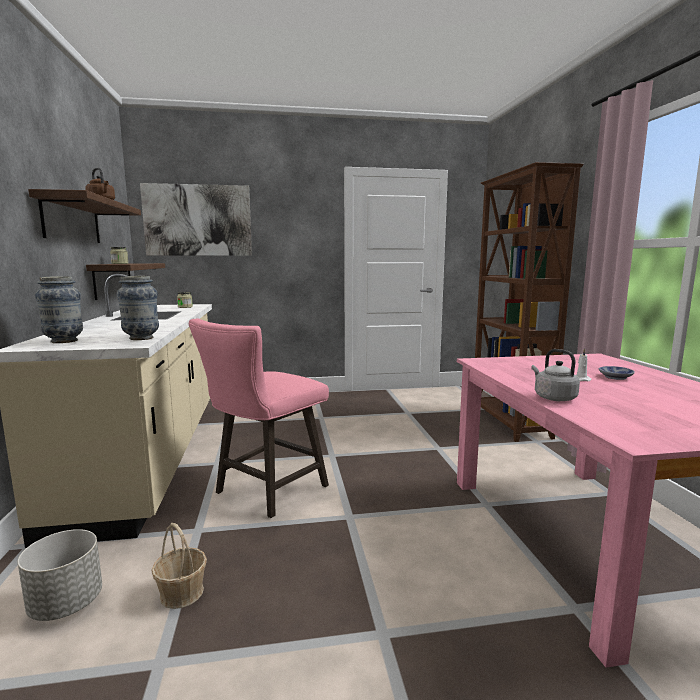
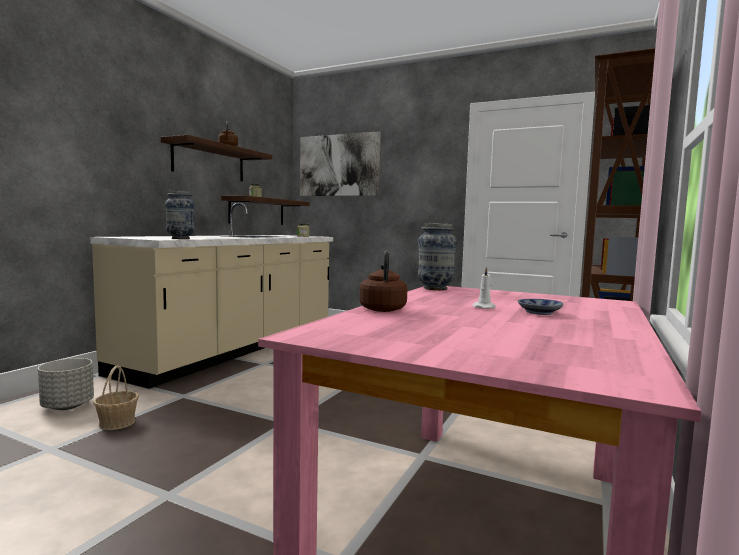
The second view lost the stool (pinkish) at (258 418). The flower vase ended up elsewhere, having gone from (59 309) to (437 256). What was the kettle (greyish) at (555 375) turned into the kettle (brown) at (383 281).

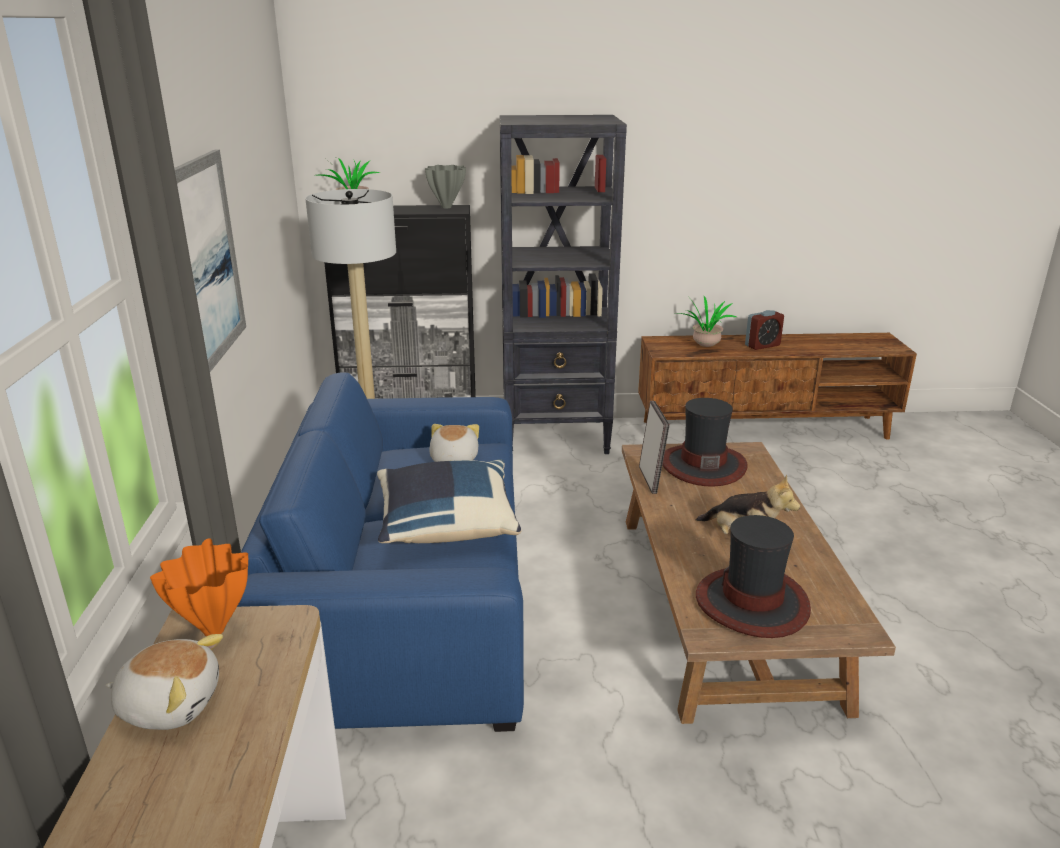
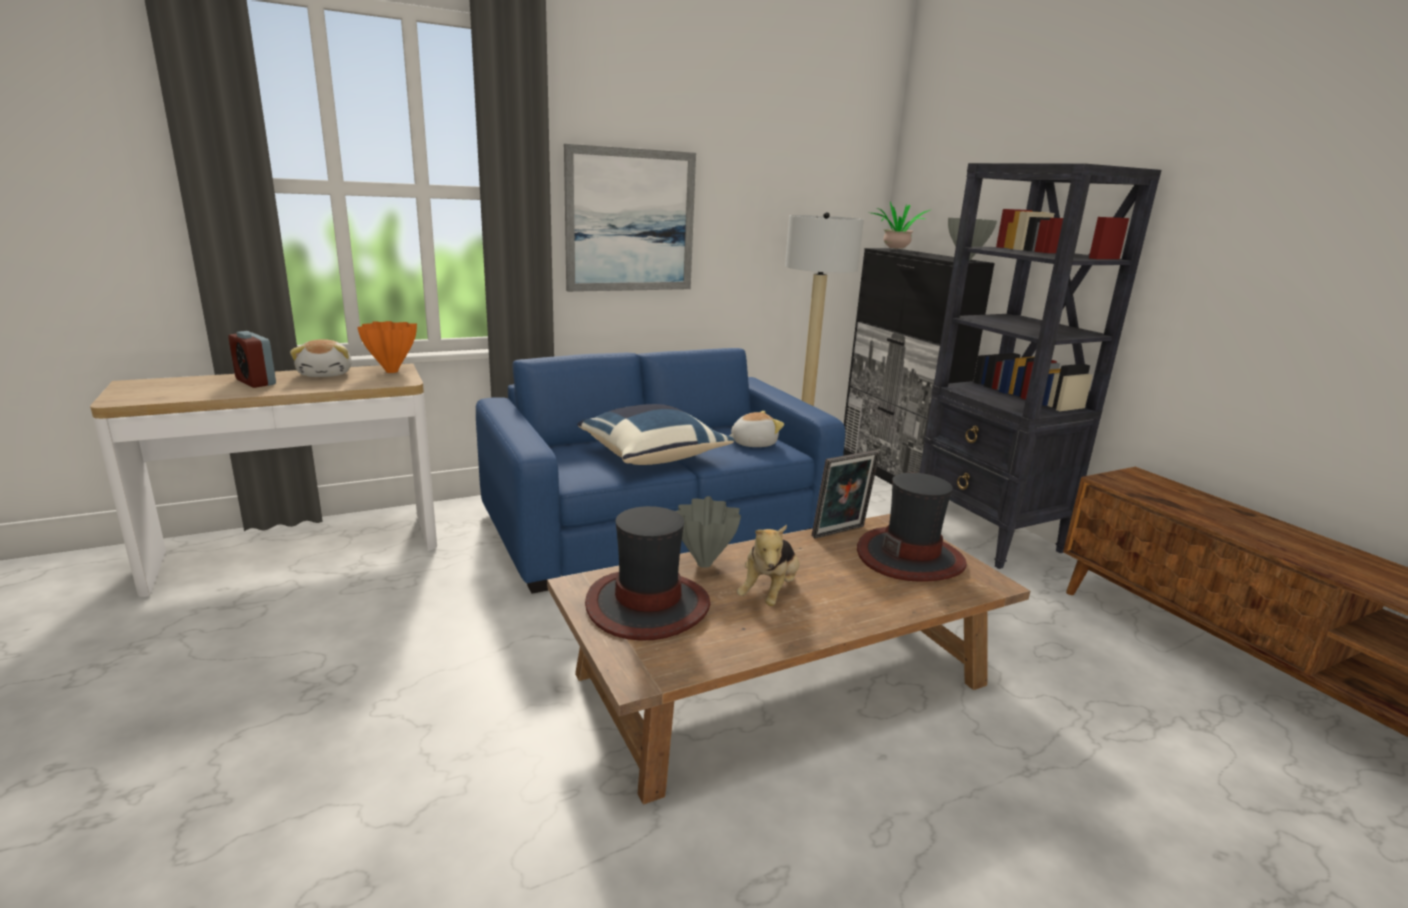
The second view lost the plant in a pot at (708 321). The second view gained the flower vase (greyish) at (708 532). The table clock ended up elsewhere, having gone from (764 330) to (252 359).

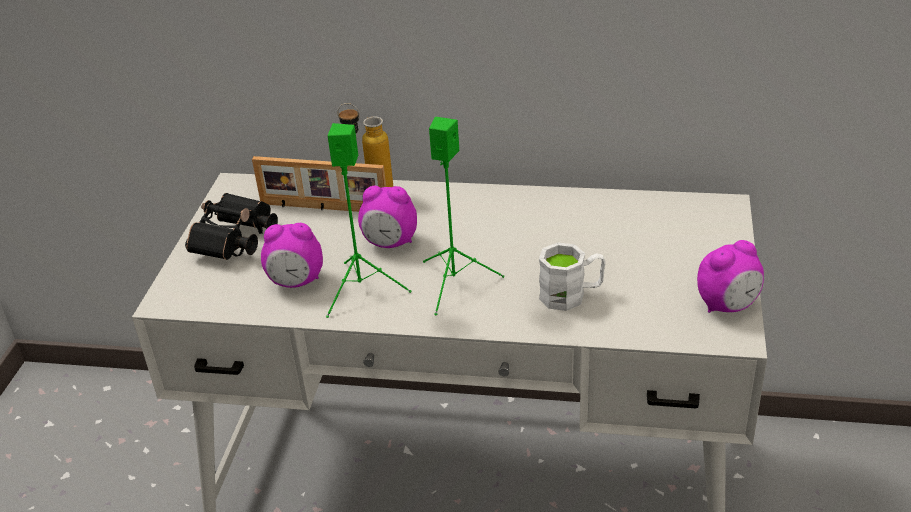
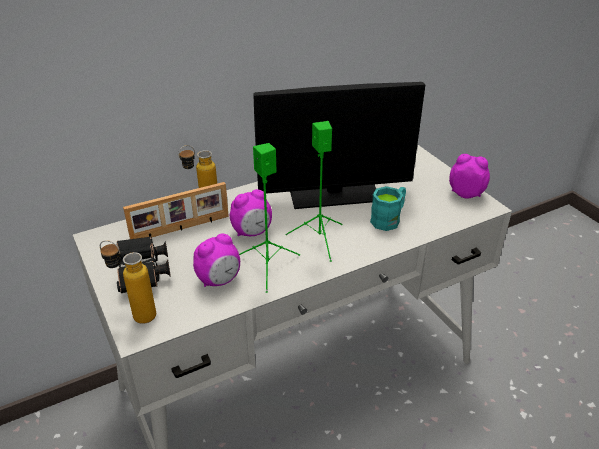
The second view gained the drink bottle at (128 282). The second view gained the computer display at (339 145). What was the tea mug (white) at (572 276) turned into the tea mug (turquoise-coloured) at (388 208). The table clock at (730 276) ended up facing another way, 90 degrees counterclockwise from before.

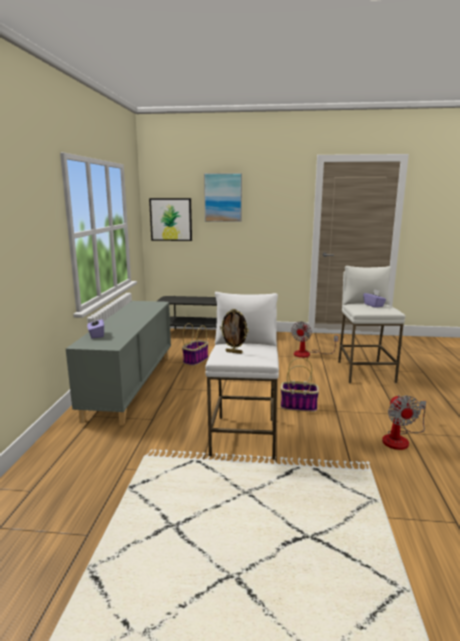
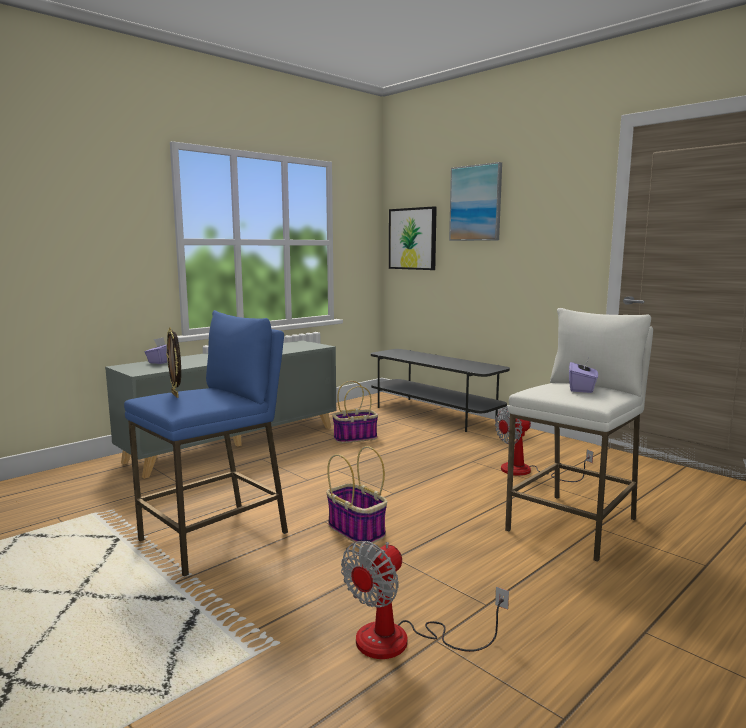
What was the stool (white) at (242 375) turned into the stool (blue-coloured) at (206 443).

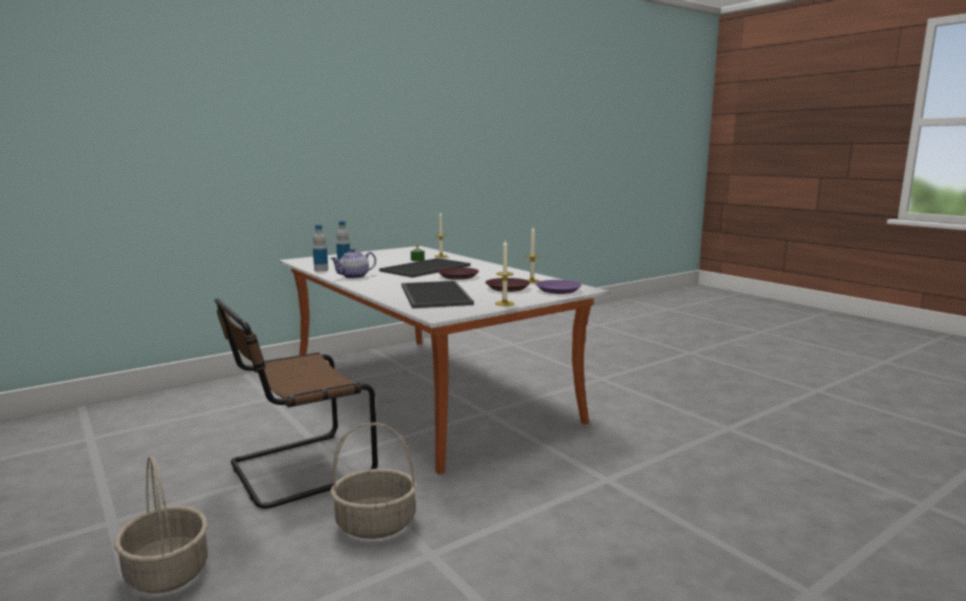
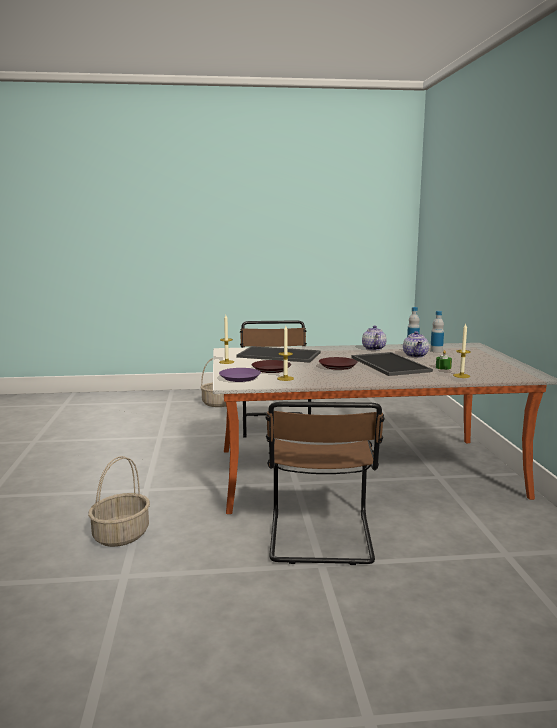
The second view gained the plain chair (brown) at (325 483). The second view gained the tea pot at (416 344). The household basket ended up elsewhere, having gone from (374 481) to (119 501).

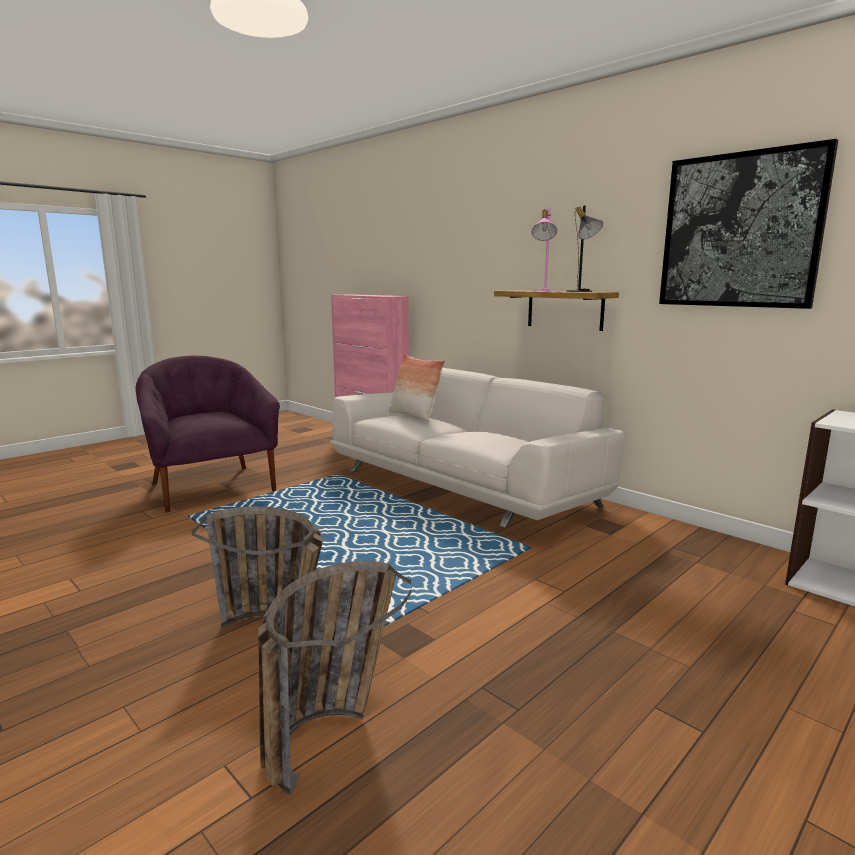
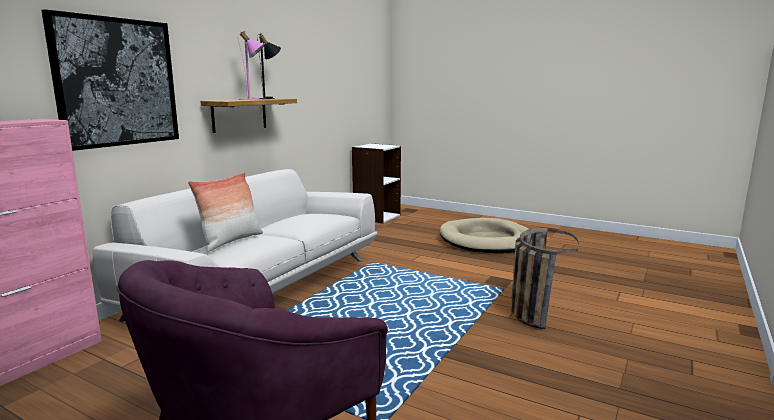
The second view lost the household basket at (334 678). The second view gained the dog bed (sand-coloured) at (484 235). The wall picture ended up elsewhere, having gone from (748 224) to (110 80).

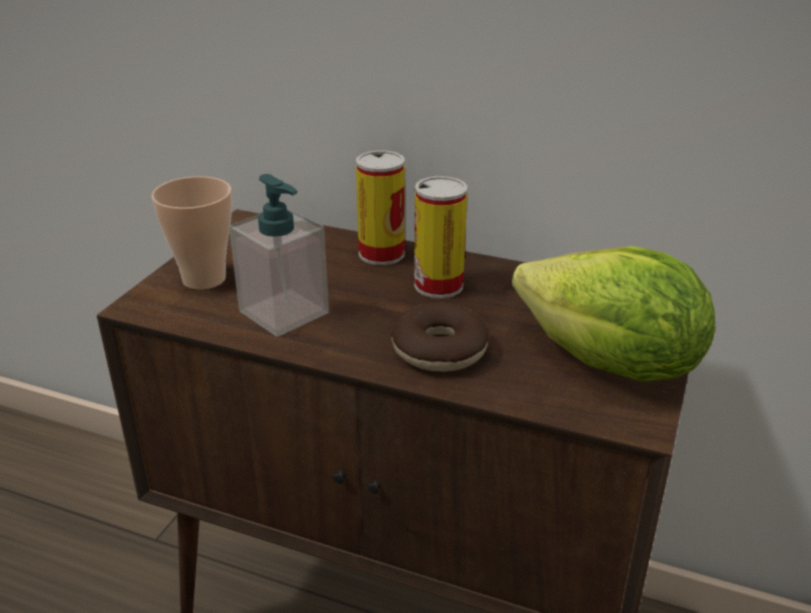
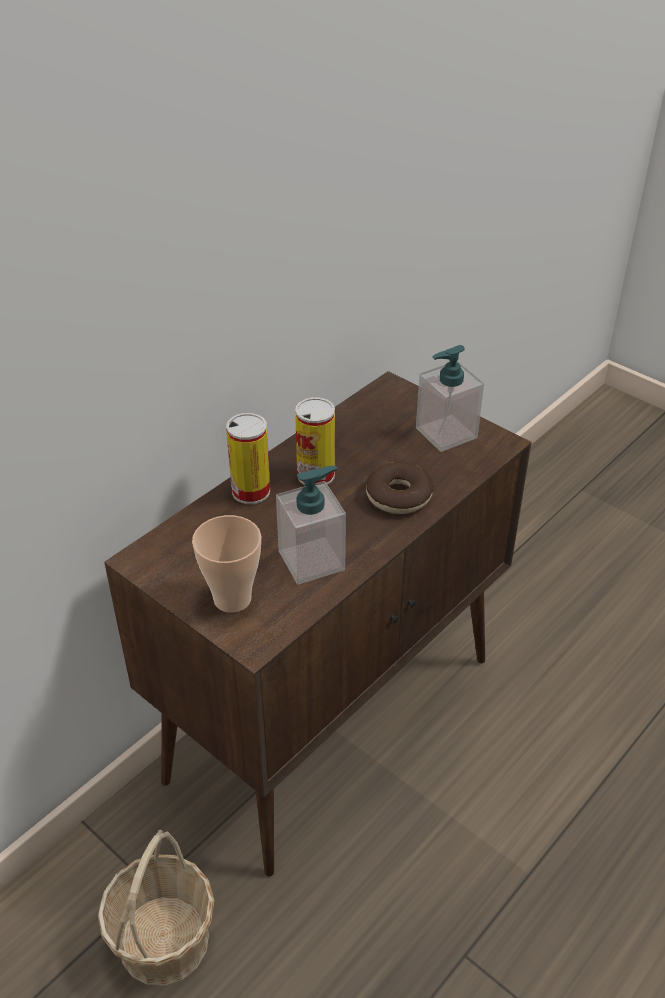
The second view gained the household basket at (156 908). Where the lettuce head stood at (613 314), the soap dispenser came to stand at (450 398).

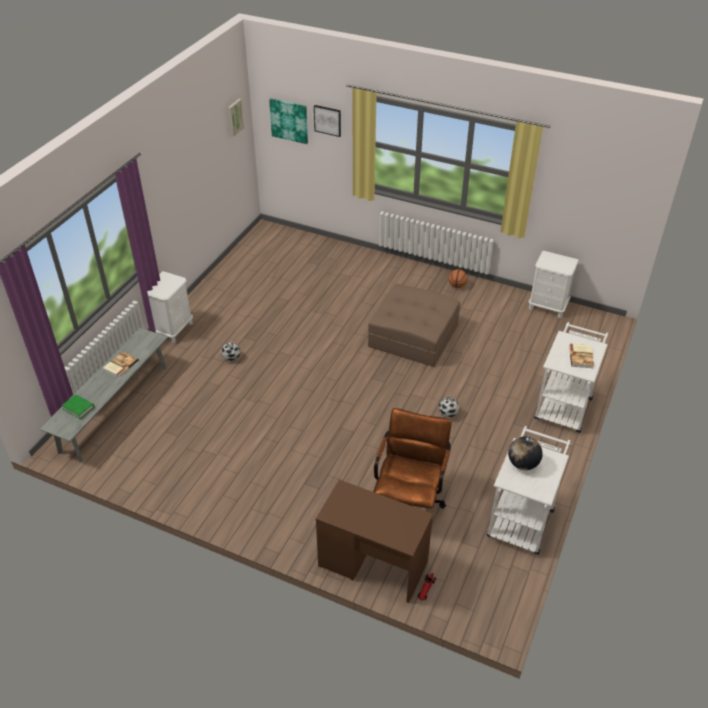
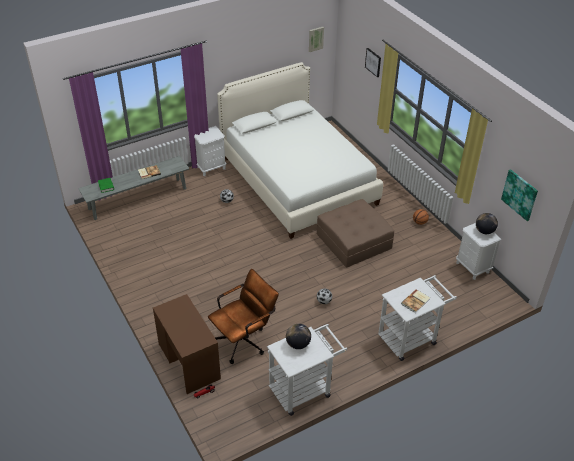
The second view gained the bed (white) at (300 150). The second view gained the globe at (487 223). The wall picture ended up elsewhere, having gone from (288 121) to (519 195).

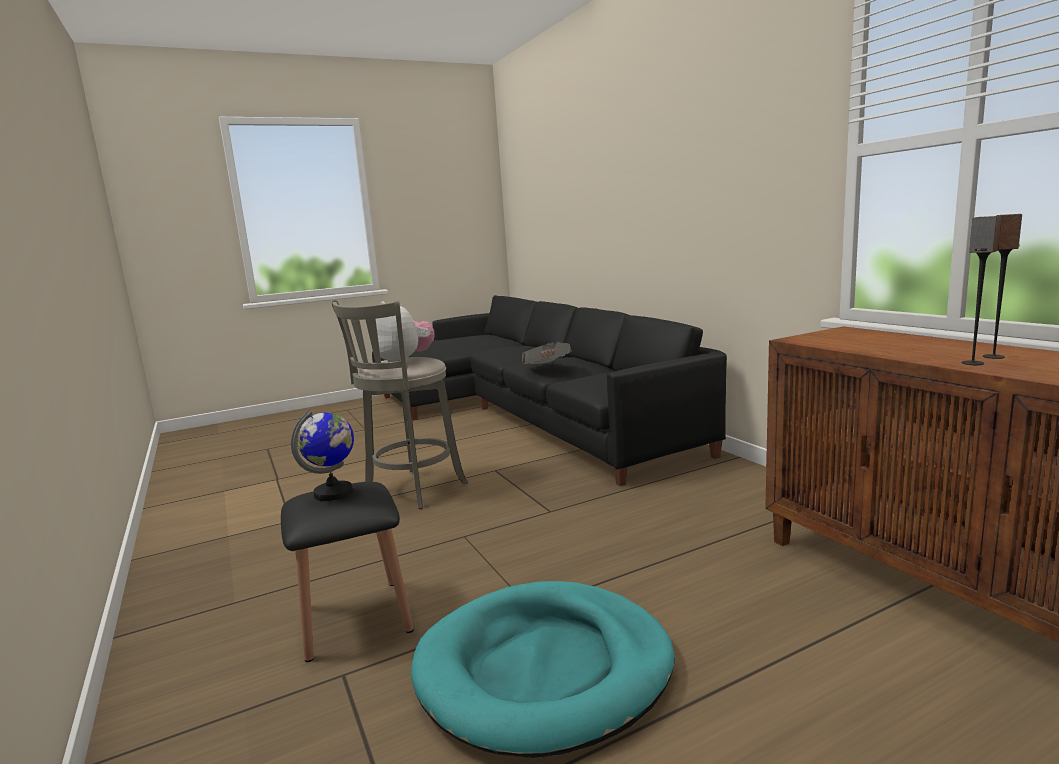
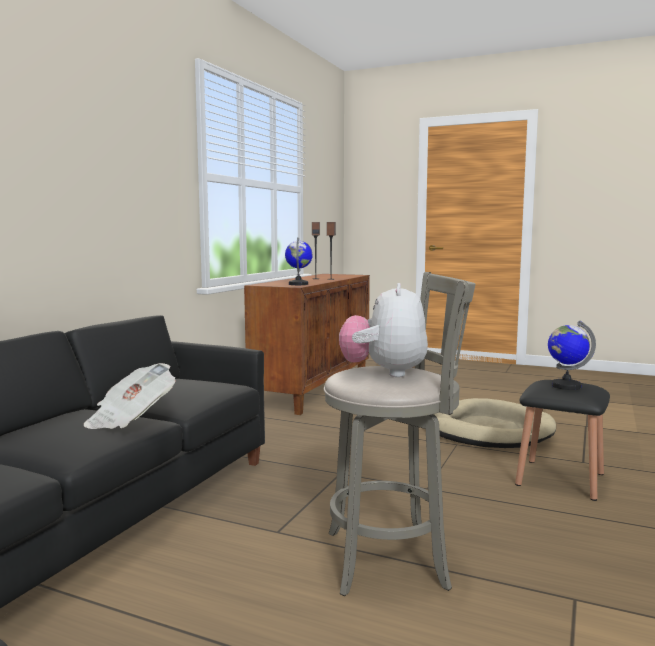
The second view gained the globe at (299 261). What was the dog bed (turquoise-coloured) at (543 669) turned into the dog bed (sand-coloured) at (495 423).

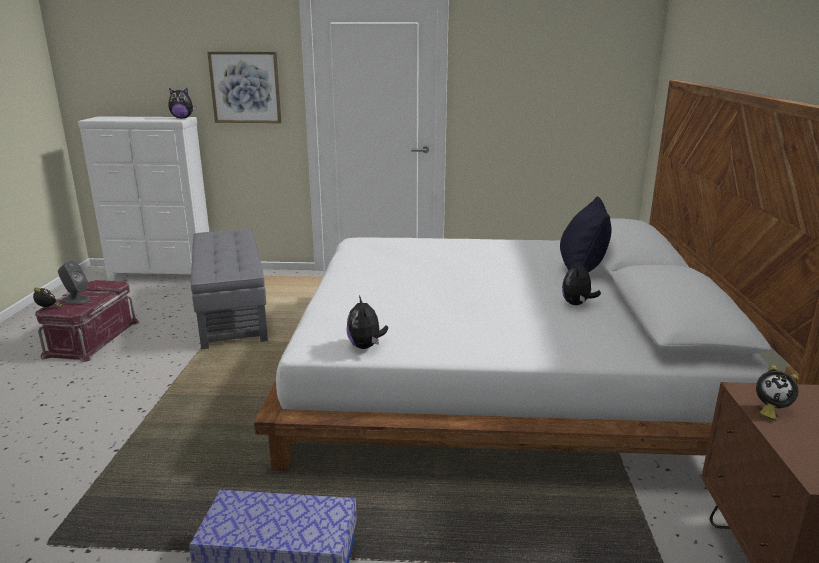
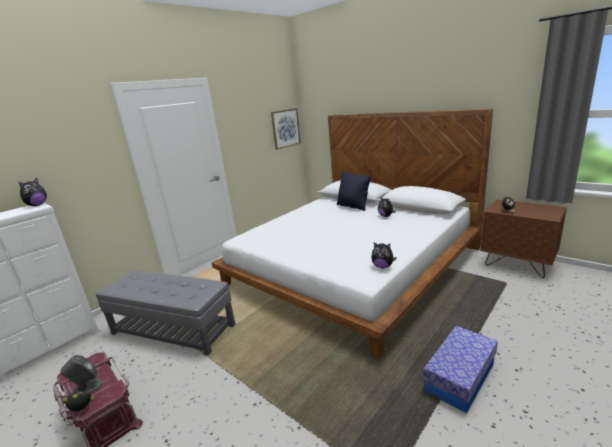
The wall picture ended up elsewhere, having gone from (244 87) to (286 129).

